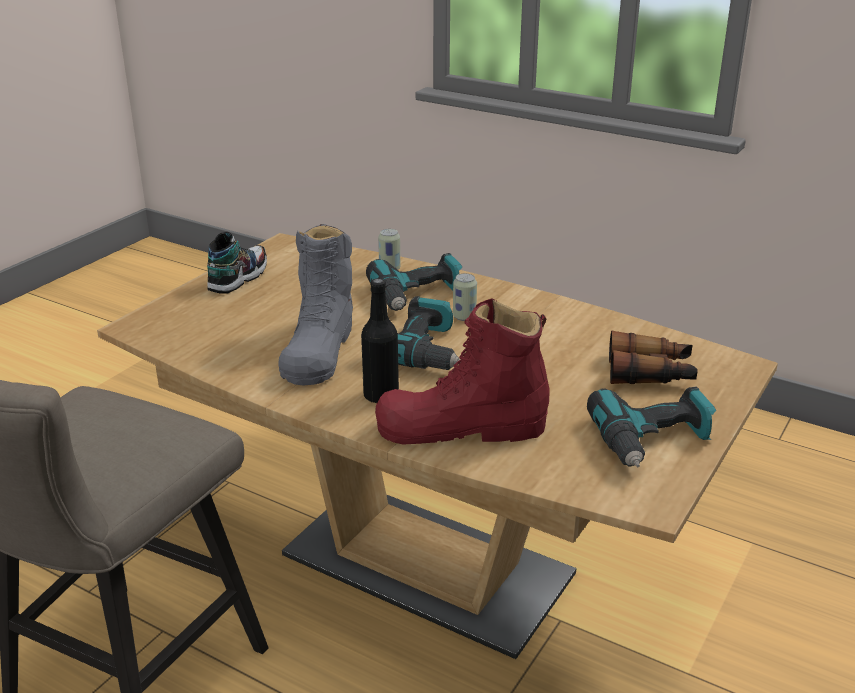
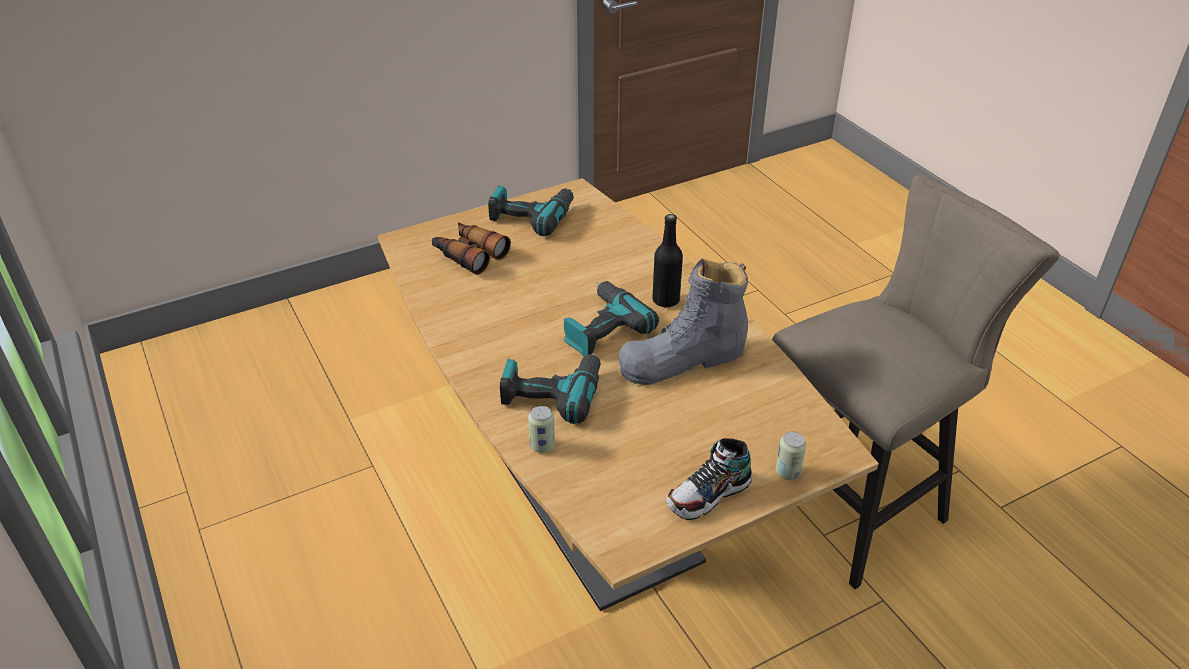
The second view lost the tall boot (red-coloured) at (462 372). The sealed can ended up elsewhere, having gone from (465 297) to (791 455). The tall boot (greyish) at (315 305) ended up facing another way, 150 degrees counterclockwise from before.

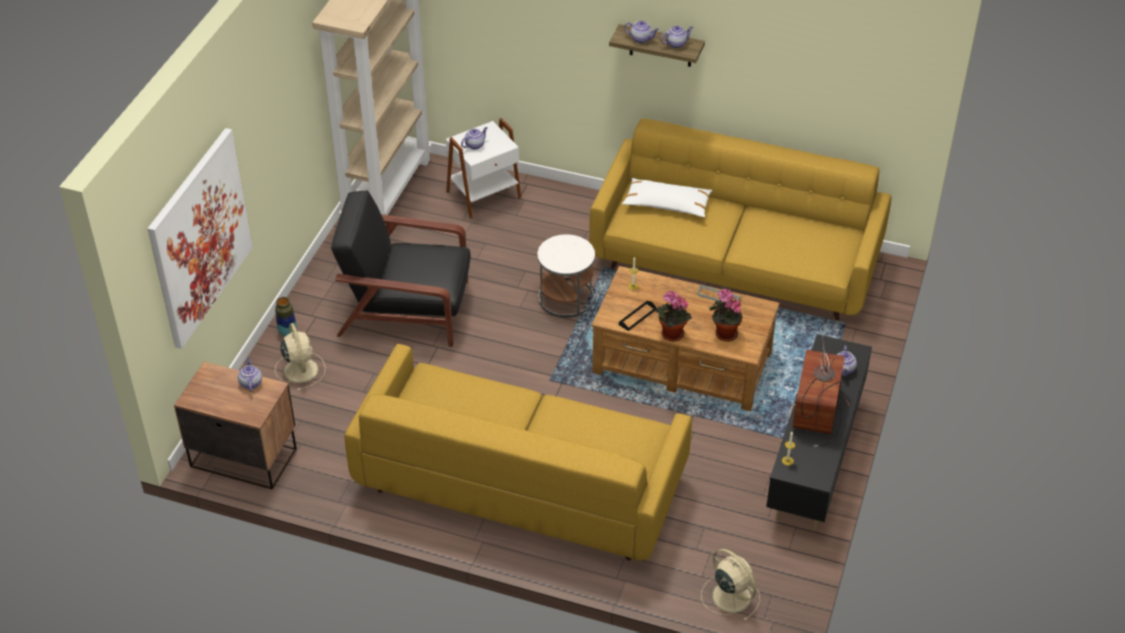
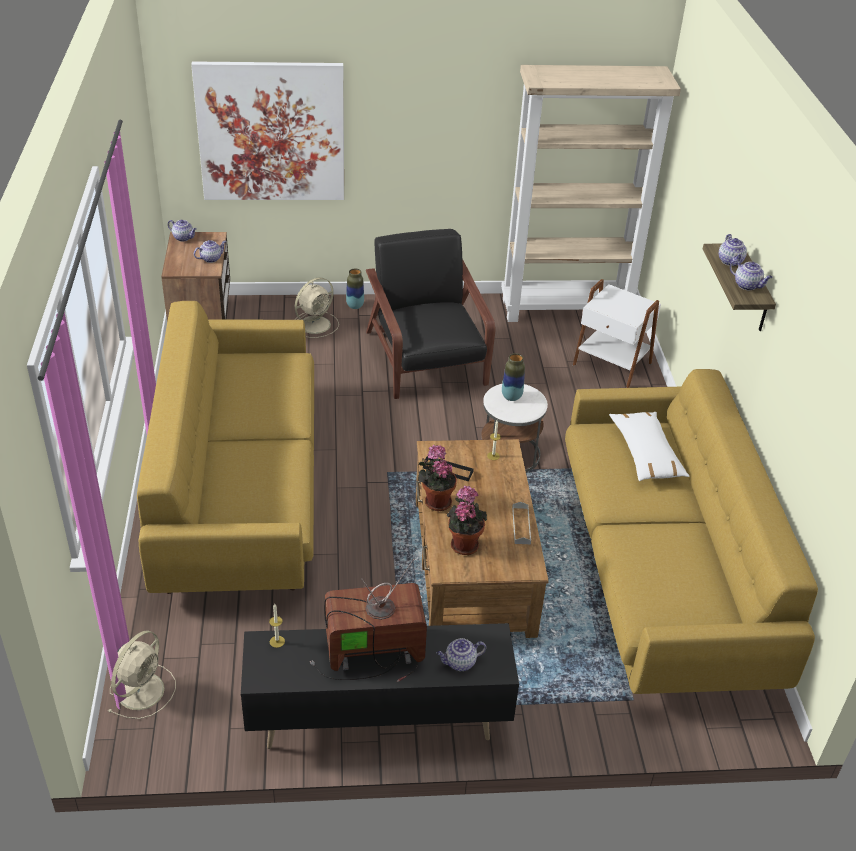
The second view gained the flower vase at (513 377). The tea pot ended up elsewhere, having gone from (474 138) to (182 231).

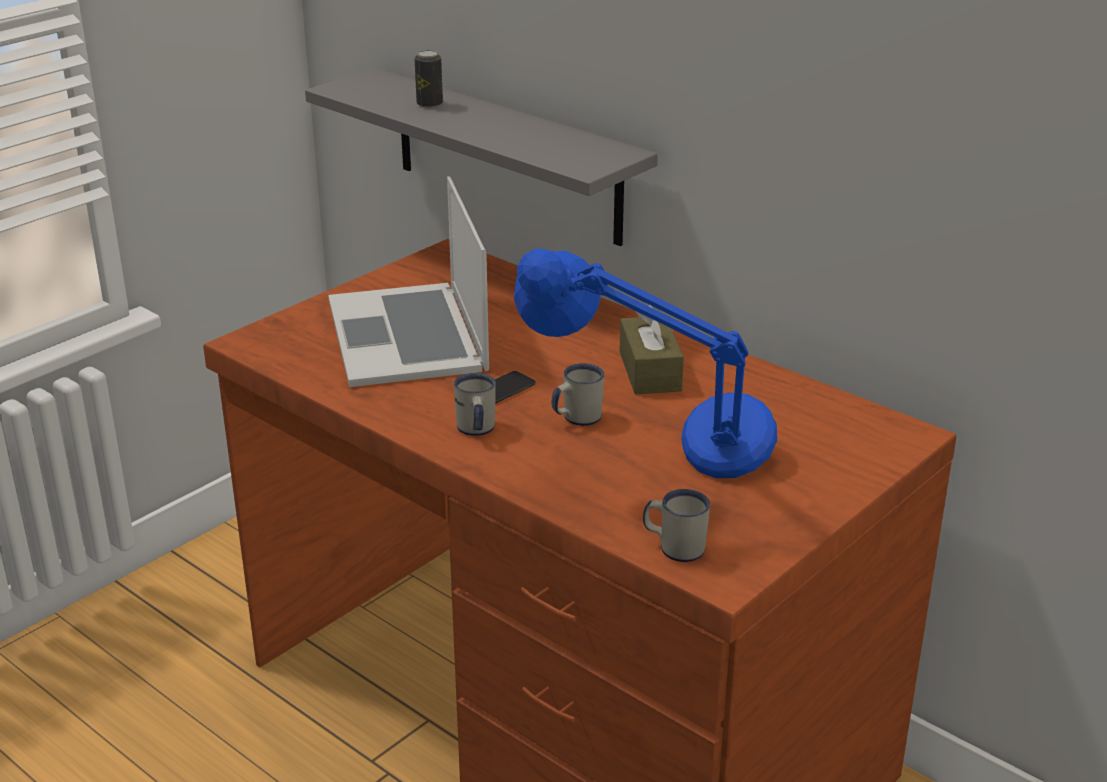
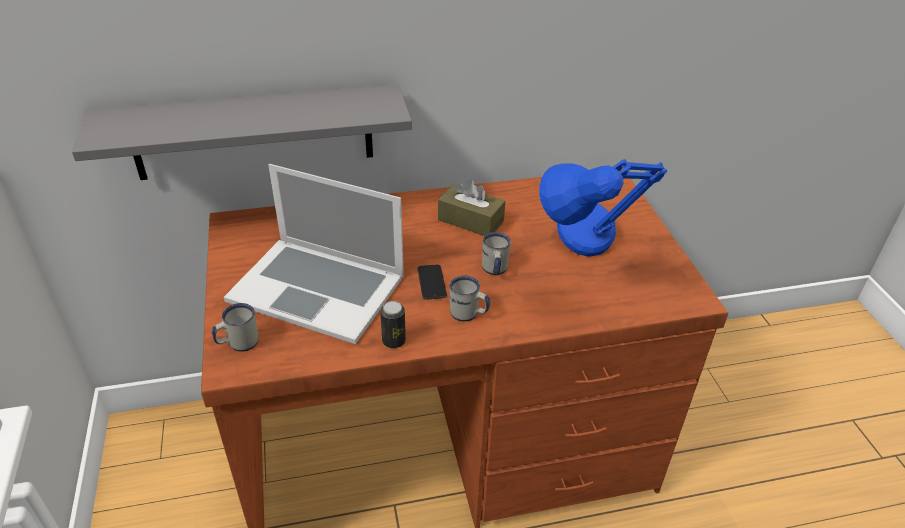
The sealed can ended up elsewhere, having gone from (428 79) to (393 324). The tea mug (white) ended up elsewhere, having gone from (676 525) to (235 327).

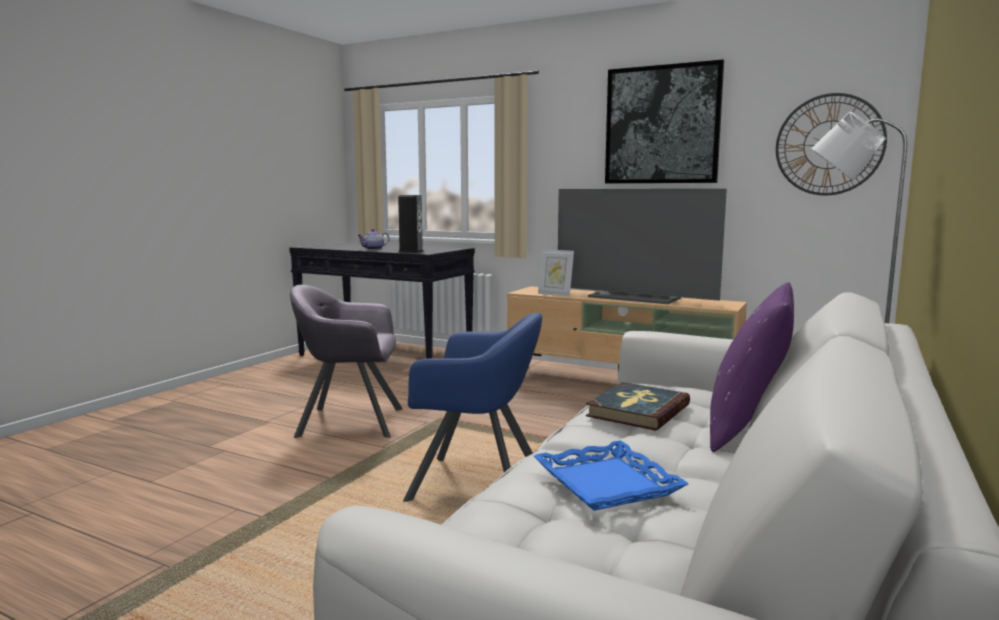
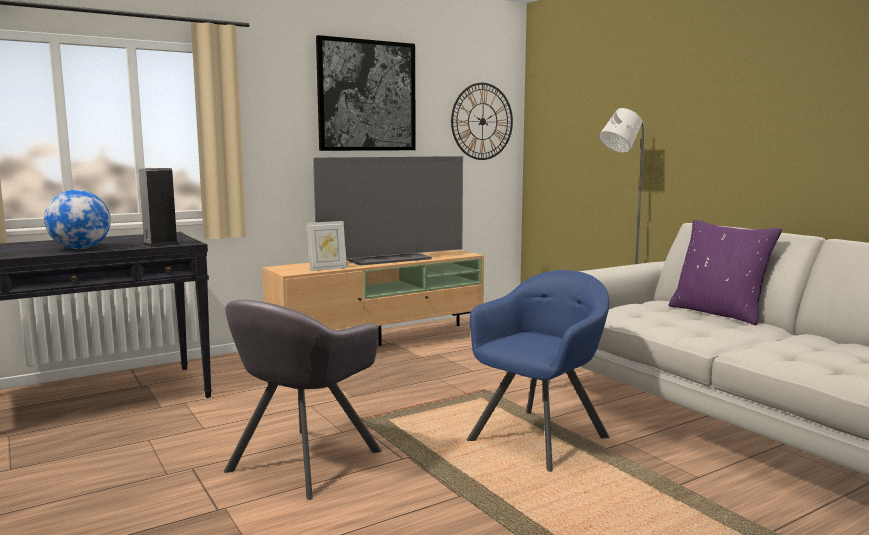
The second view lost the tray (blue-coloured) at (611 475). The second view lost the book at (638 406). Where the tea pot stood at (373 239), the globe came to stand at (77 219).

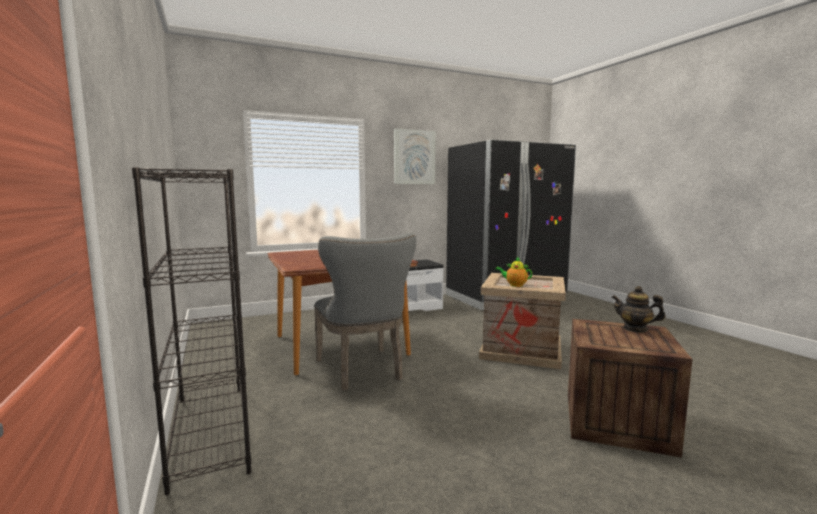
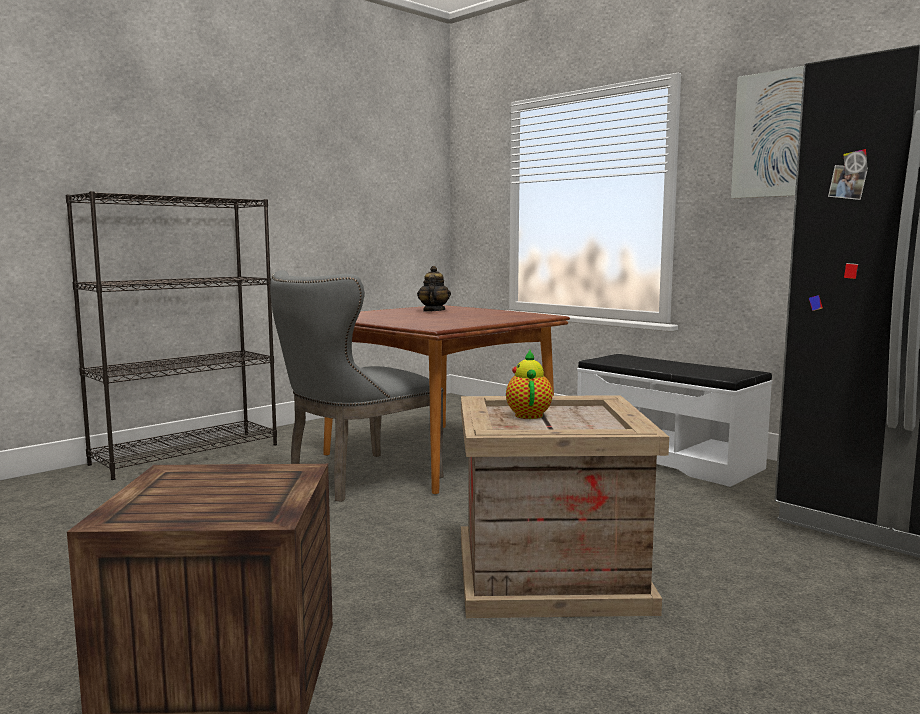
The tea pot ended up elsewhere, having gone from (638 309) to (434 289).

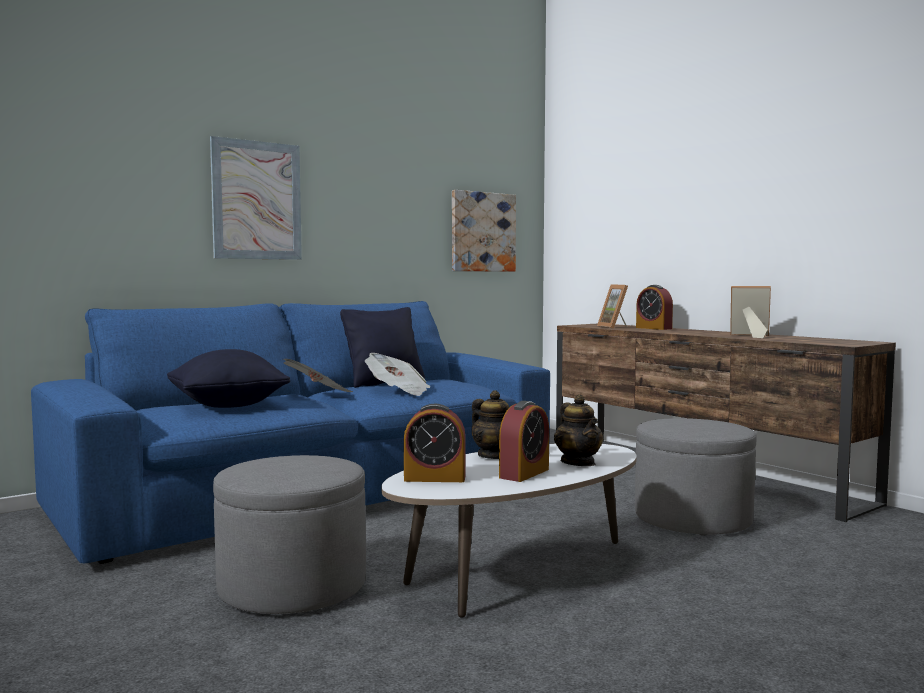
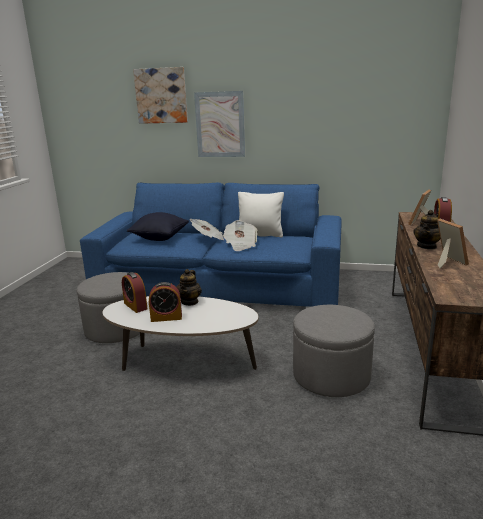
The wall picture ended up elsewhere, having gone from (484 231) to (160 95). The tea pot ended up elsewhere, having gone from (578 430) to (426 229). What was the pillow (black) at (382 347) turned into the pillow (white) at (261 215).

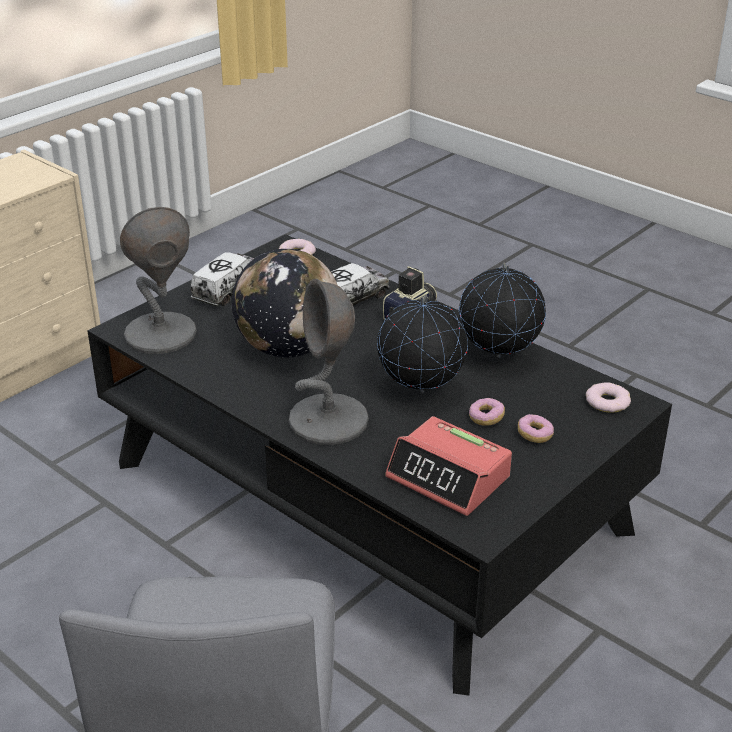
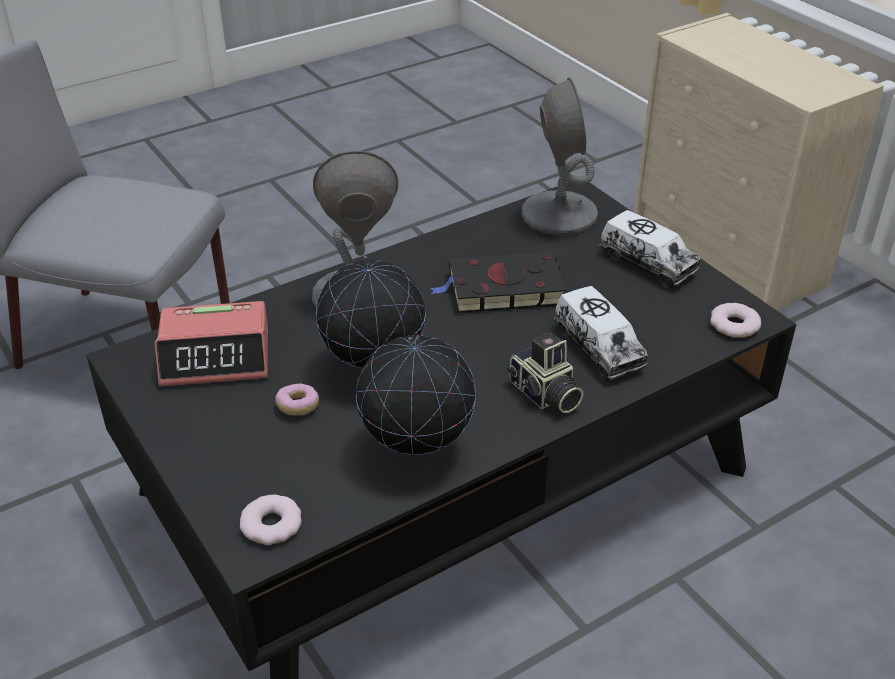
The second view lost the doughnut at (536 428). Where the globe stood at (284 303), the book (black) came to stand at (498 282). The table clock at (448 466) ended up facing another way, 150 degrees counterclockwise from before.

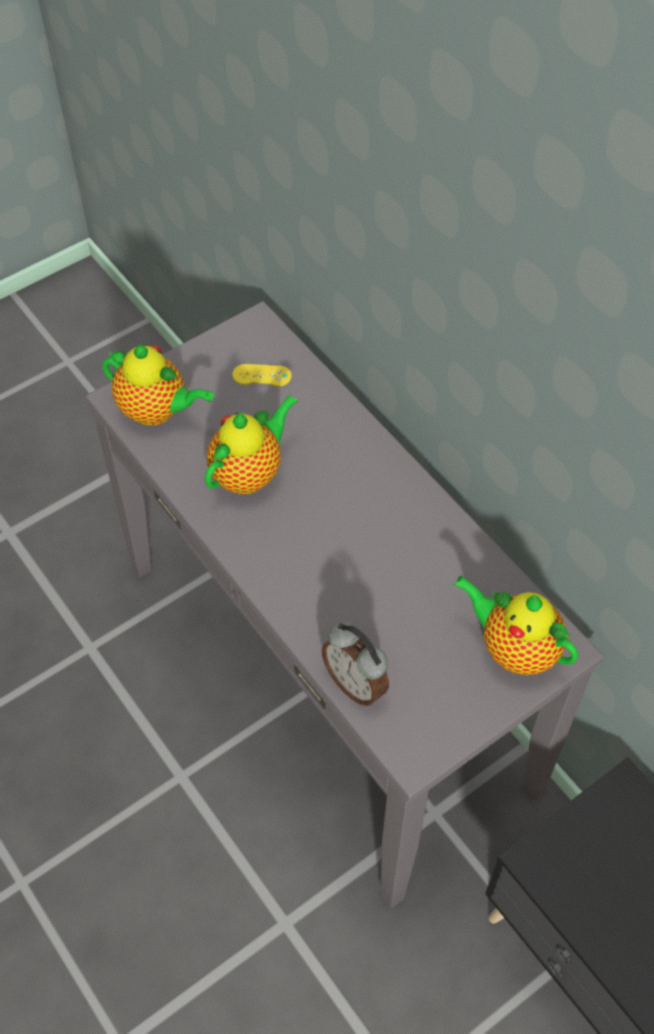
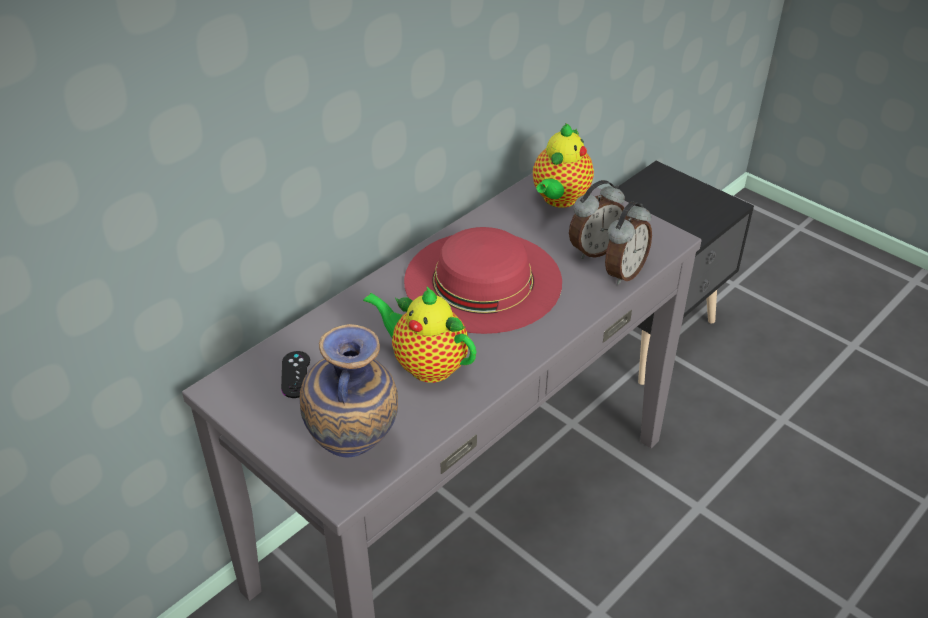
The second view gained the clothing hat (red-coloured) at (483 280). The second view gained the table clock at (598 219). Where the tea pot stood at (158 385), the flower vase came to stand at (349 390). What was the game controller (yellow-coloured) at (262 375) turned into the game controller (black) at (295 374).

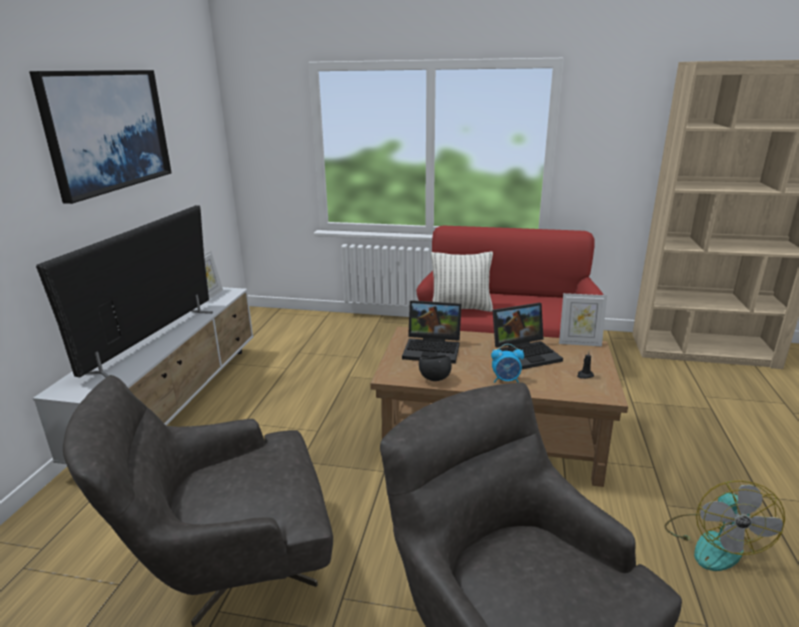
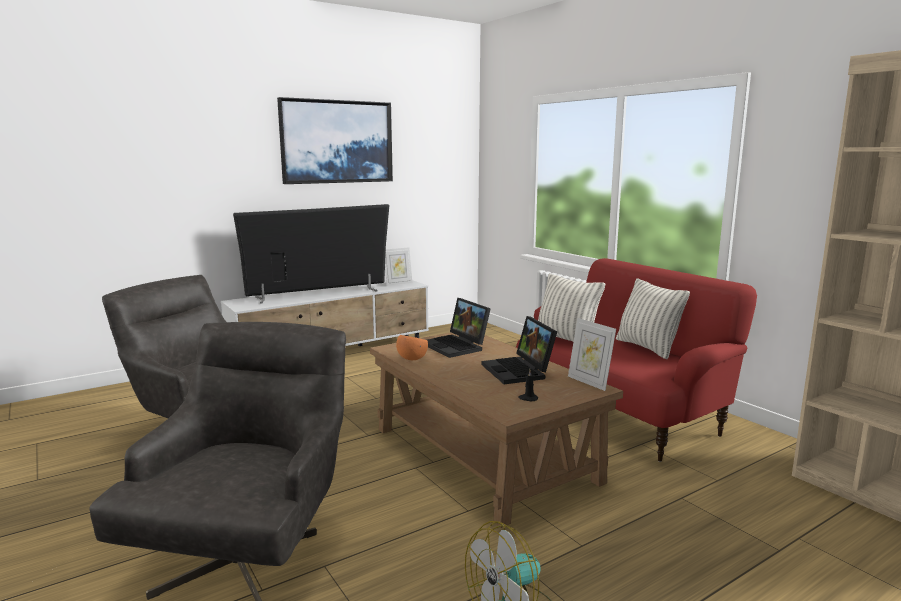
The second view lost the table clock at (507 363). The second view gained the pillow at (653 318). What was the bowl (black) at (435 368) turned into the bowl (orangey) at (412 347). The portable computer at (528 336) ended up facing another way, 45 degrees clockwise from before.

